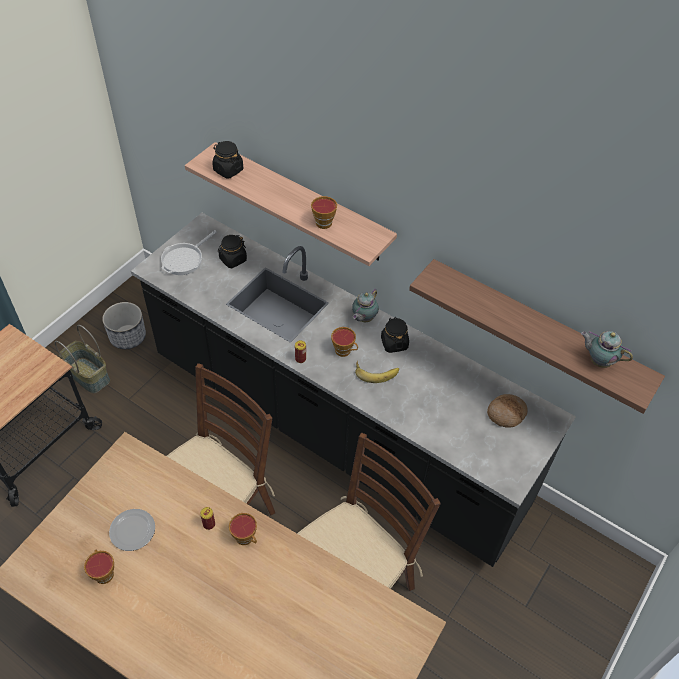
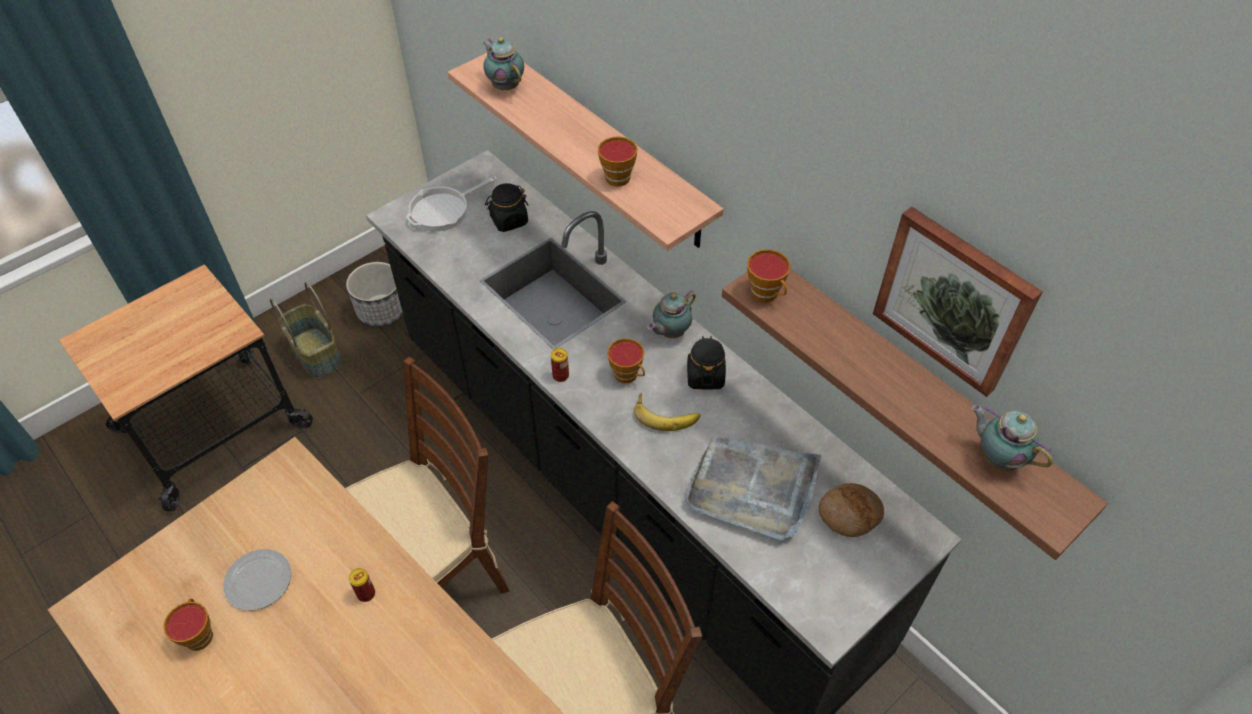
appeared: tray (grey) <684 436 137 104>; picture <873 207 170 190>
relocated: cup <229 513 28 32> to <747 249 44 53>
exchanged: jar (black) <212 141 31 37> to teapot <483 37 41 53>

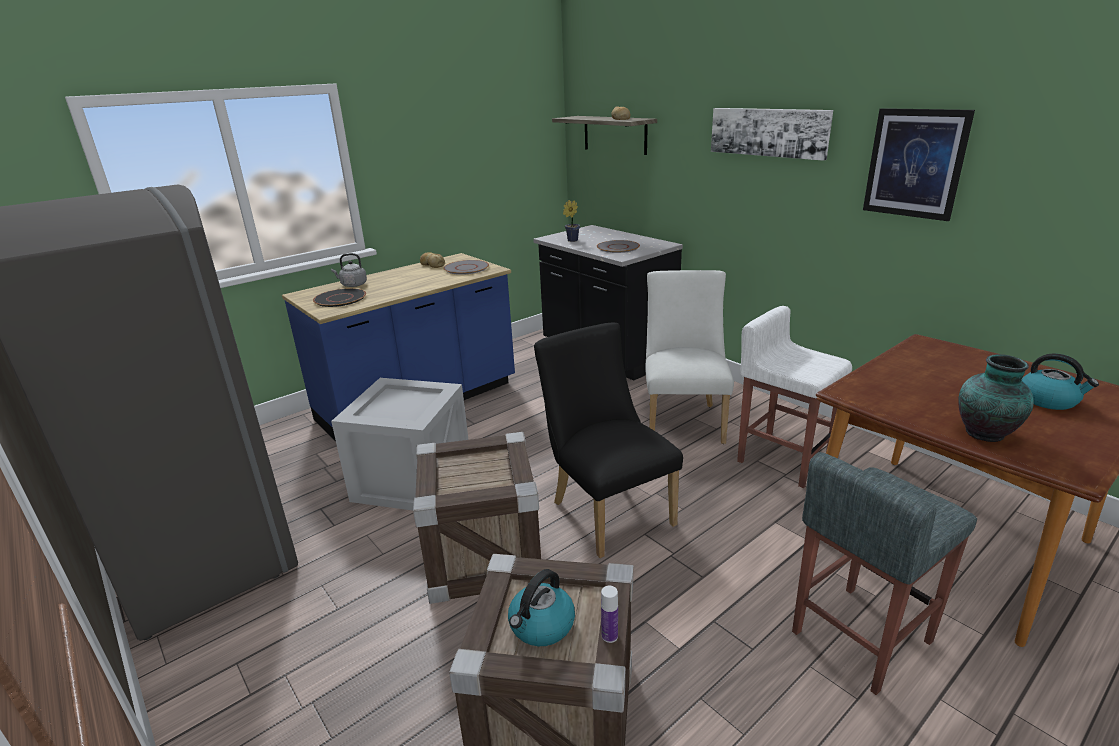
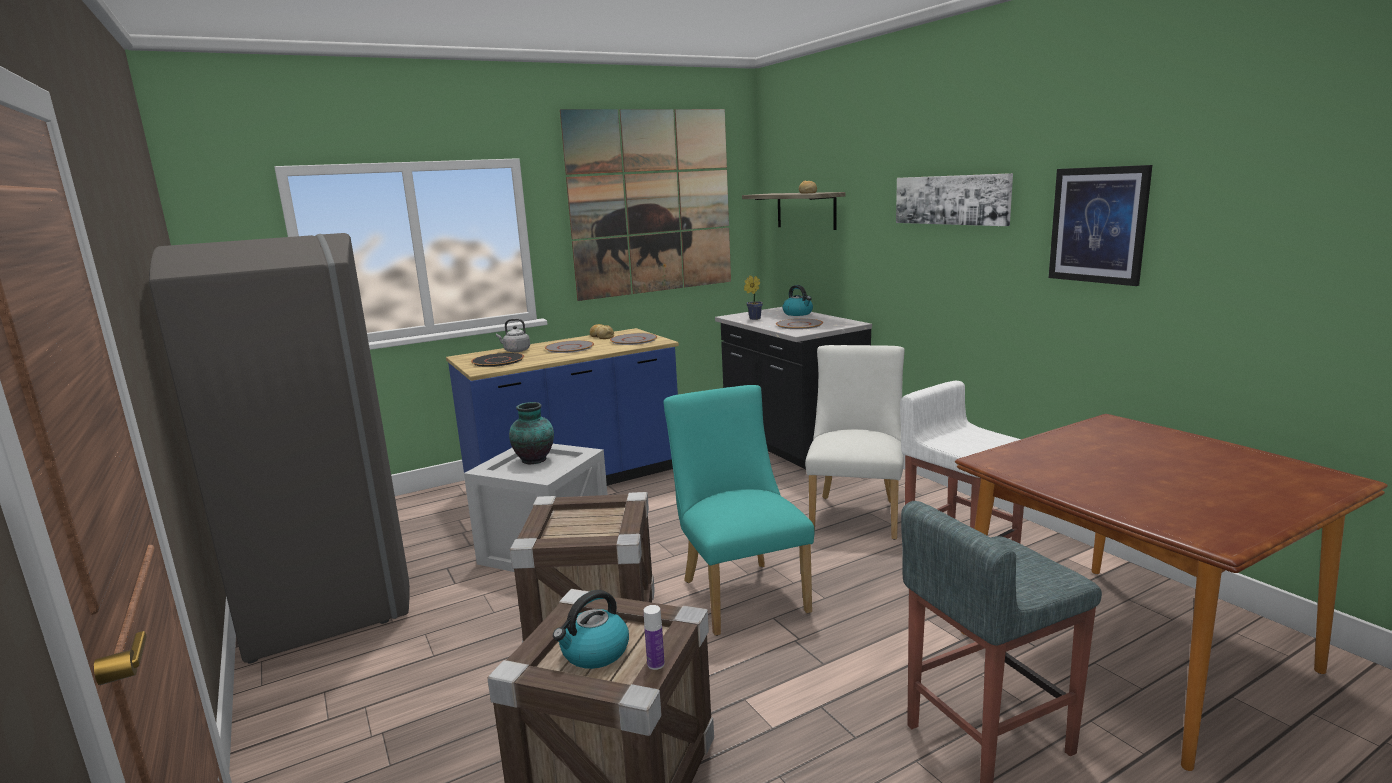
appeared: plate (grey) <545 340 49 13>; picture <560 109 171 192>
relocated: vase <958 354 76 88> to <509 402 45 62>; kettle <1022 353 77 57> to <783 285 30 31>
colour: chair (black) <534 323 149 235> to chair (turquoise) <663 385 152 251>

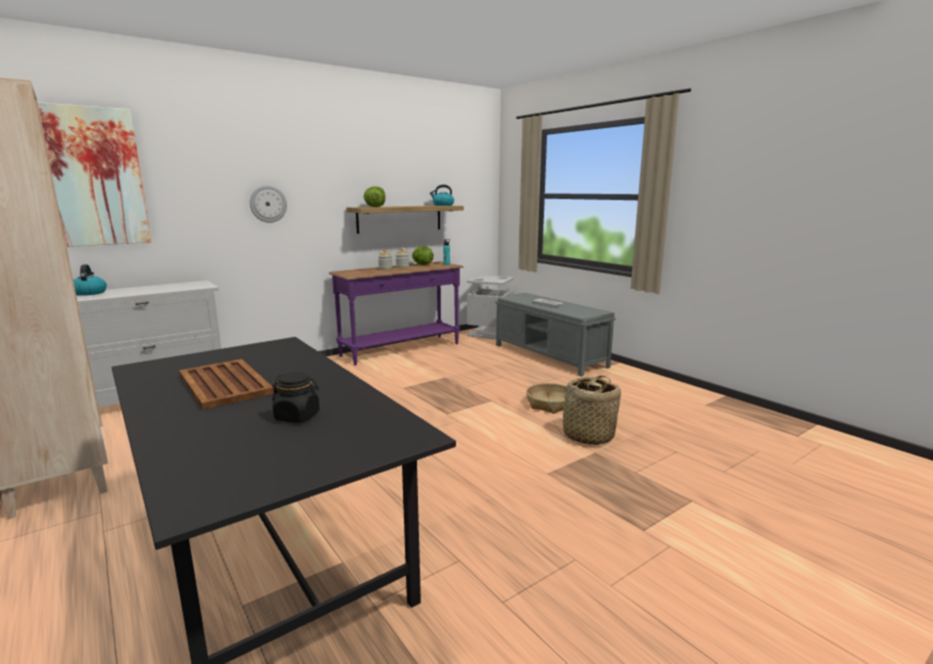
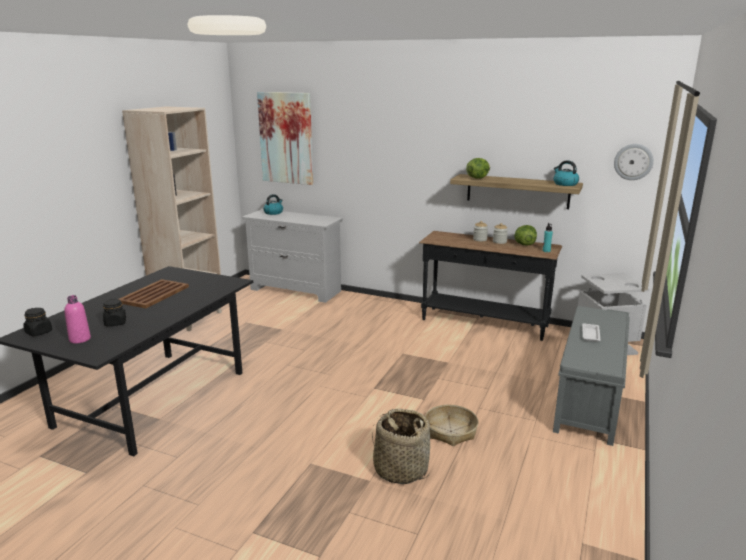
appeared: jar (black) <23 308 29 28>; bottle (pink) <64 295 27 49>
relocated: wall clock <250 185 37 38> to <614 144 40 36>
colour: console table (purple) <329 261 135 104> to console table (black) <419 231 143 110>

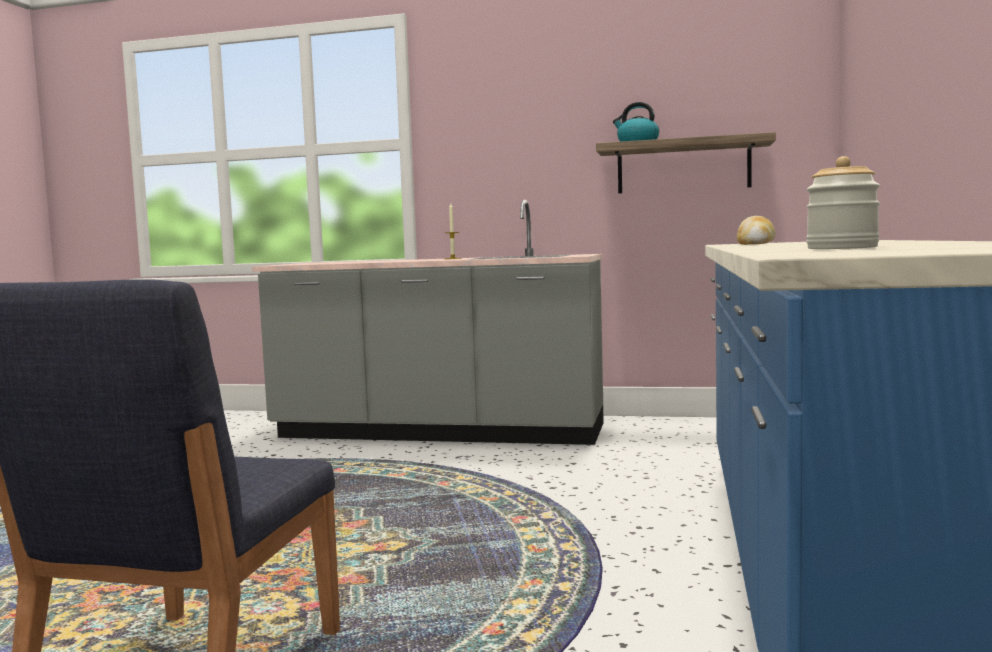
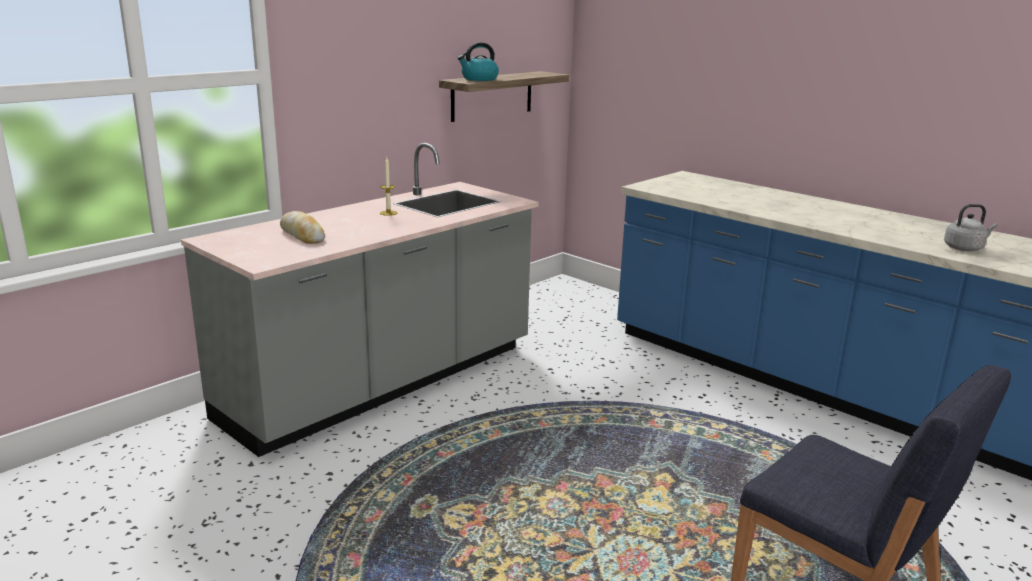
relocated: bread <737 216 39 29> to <280 211 45 33>
exchanged: jar <806 156 74 93> to kettle (grey) <944 204 53 47>

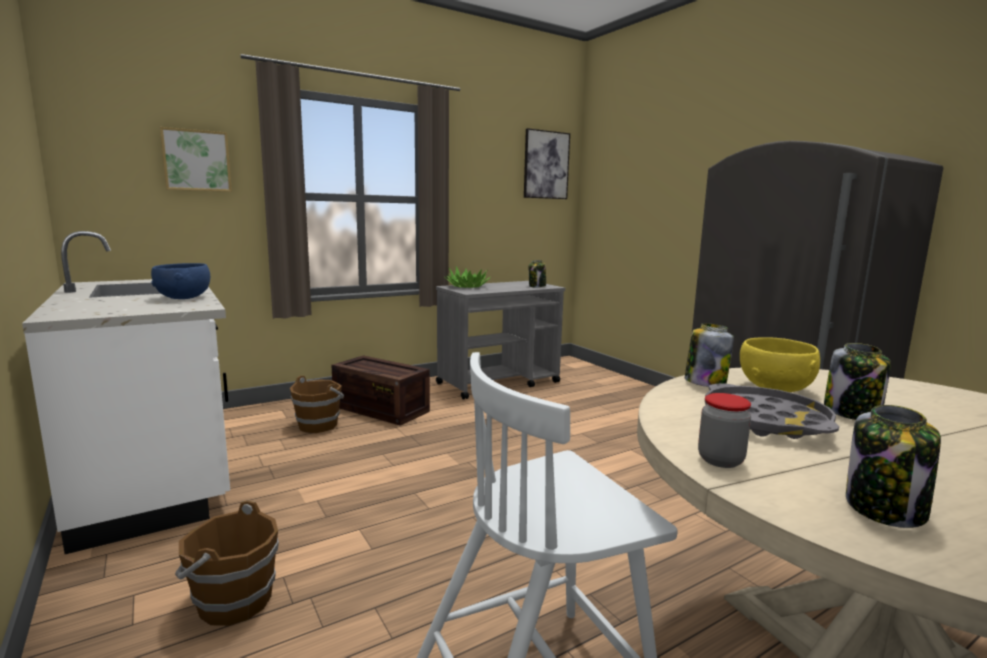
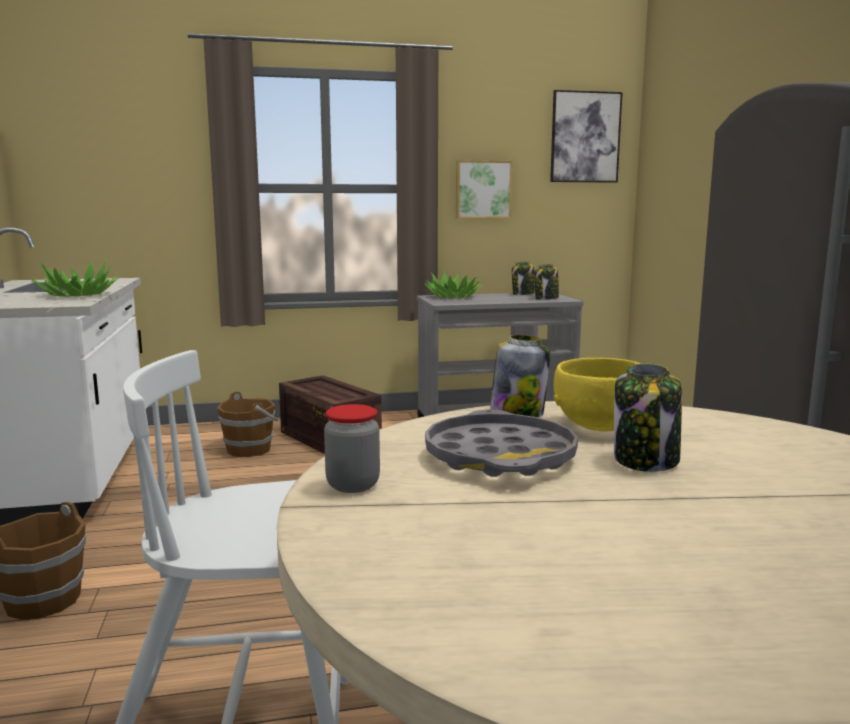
relocated: picture <160 127 72 65> to <456 160 57 59>; jar <846 405 95 123> to <512 261 23 34>
exchanged: bowl (blue) <151 263 59 36> to potted plant <31 260 89 37>

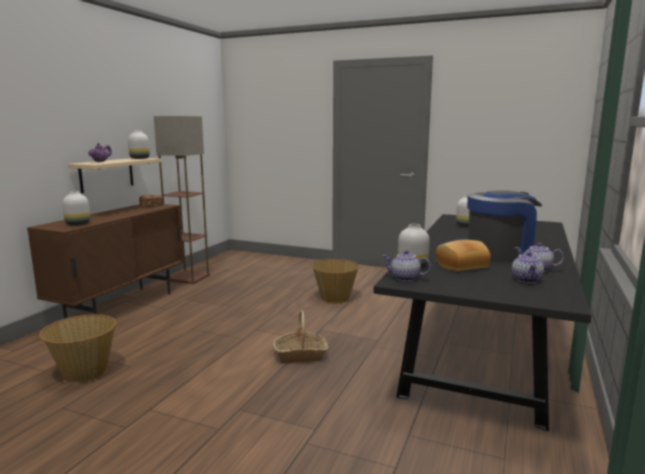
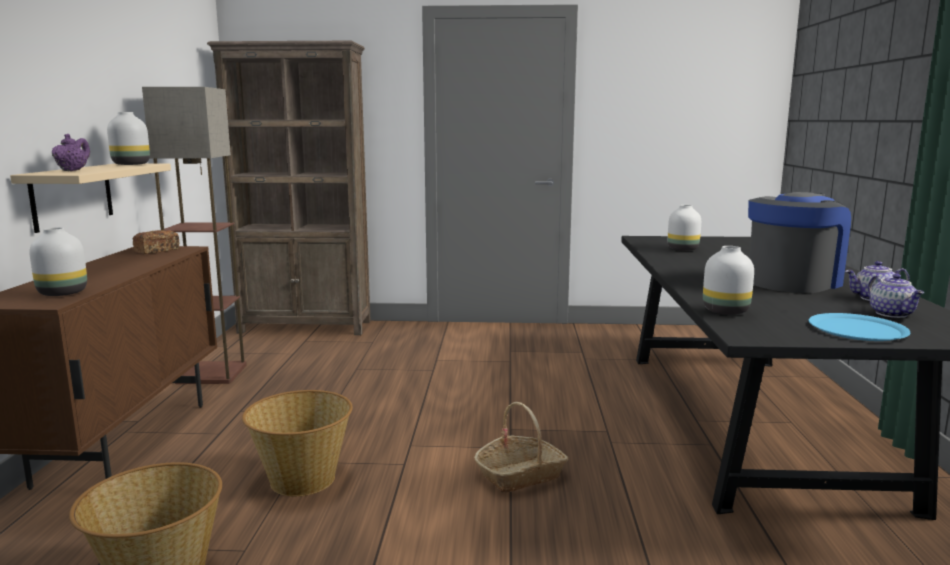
missing: teapot <382 250 49 31>; bread <436 240 55 31>
appeared: bookcase (brown) <207 41 164 294>; plate (blue) <808 313 102 28>
relocated: basket <311 259 49 44> to <242 390 111 106>

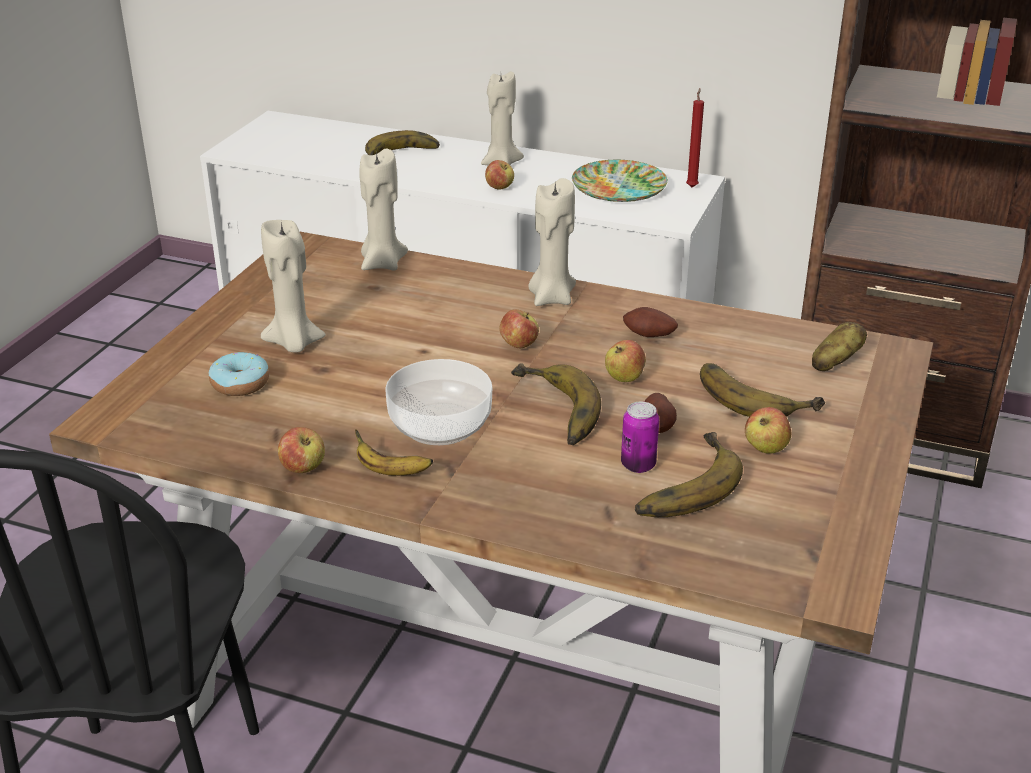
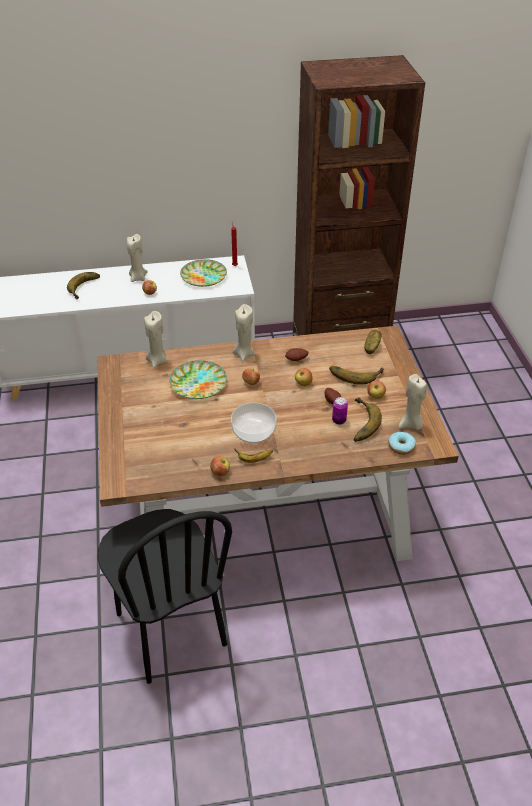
missing: banana <511 363 90 82>
appeared: plate <169 360 58 39>
relocated: donut <208 352 61 44> to <388 432 28 23>; candle (beige) <261 220 65 132> to <399 374 28 56>

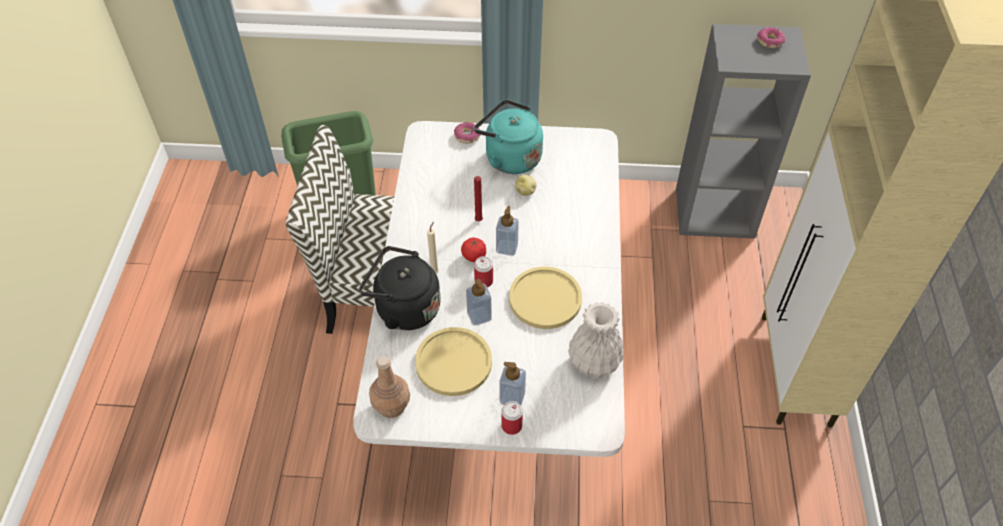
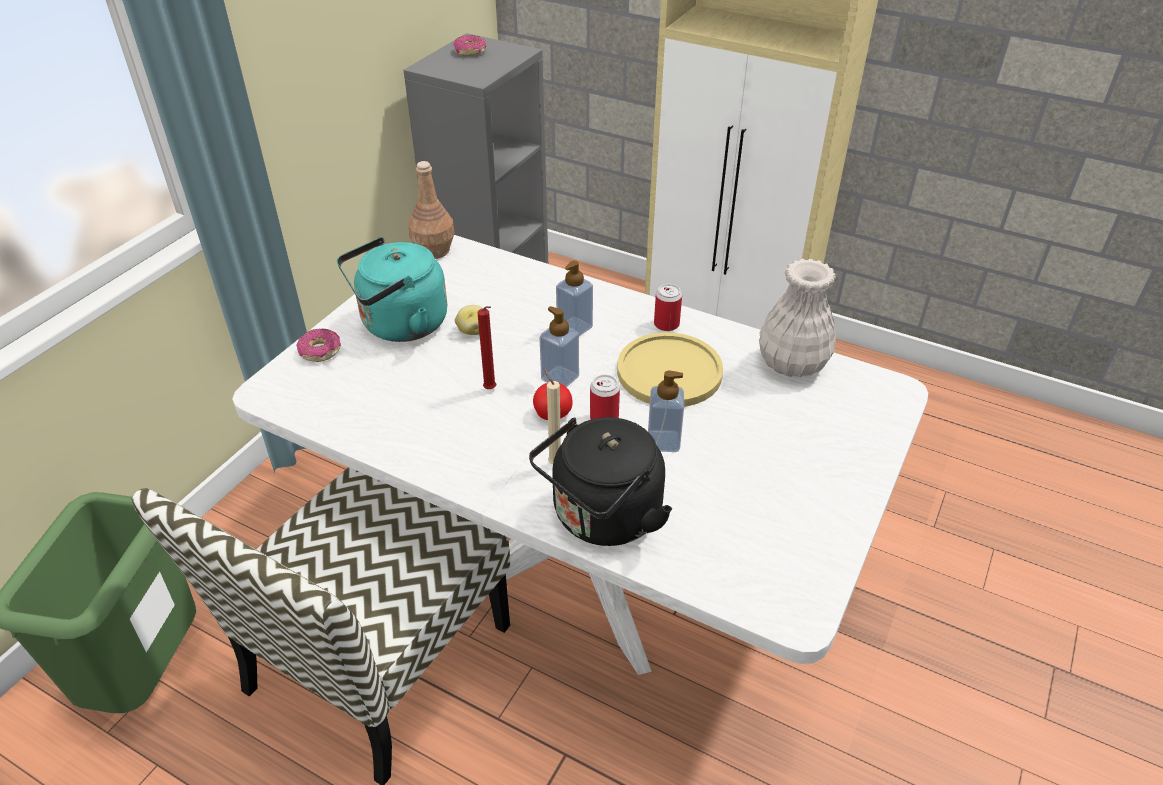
missing: plate (yellow) <415 327 77 69>
relocated: bottle (brown) <369 356 41 62> to <408 161 46 98>; soap dispenser <500 362 26 43> to <556 260 37 76>; can <501 401 22 34> to <654 284 28 47>

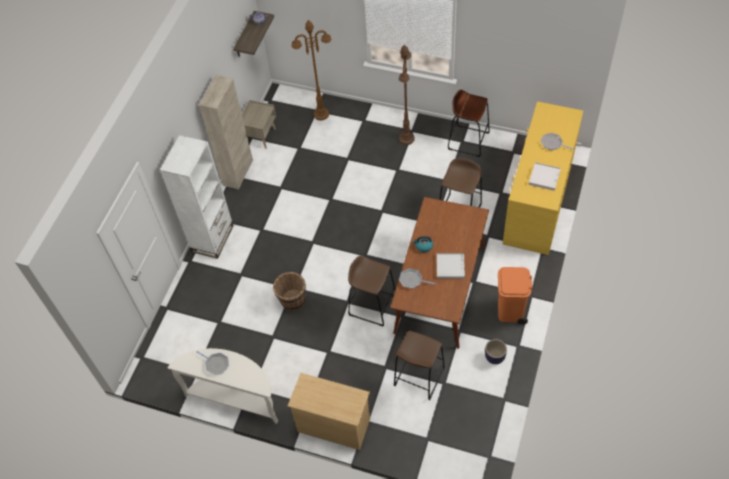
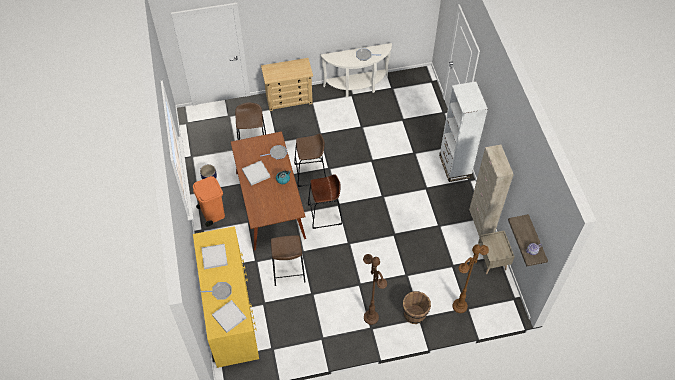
appeared: tray (white) <212 300 34 33>
relocated: bucket (brown) <273 272 33 39> to <403 291 28 33>; stool (brown) <448 90 42 67> to <308 174 34 55>

